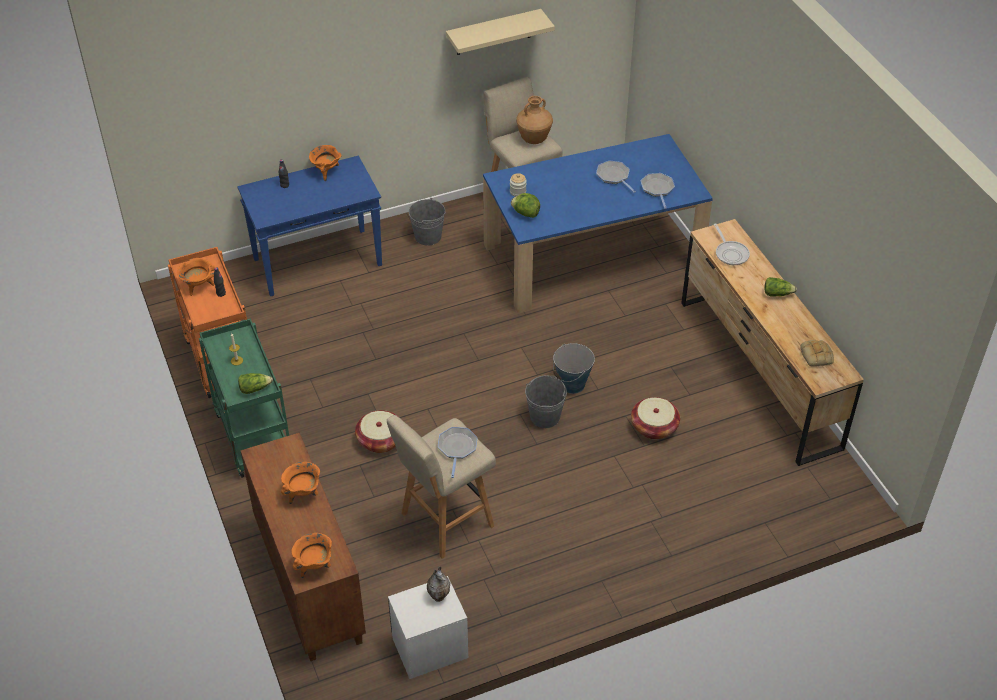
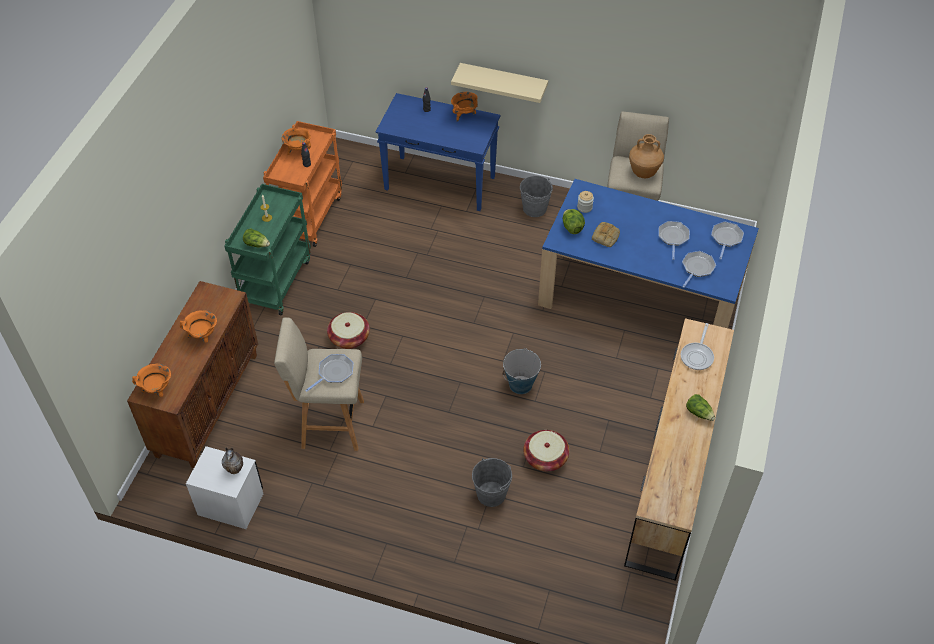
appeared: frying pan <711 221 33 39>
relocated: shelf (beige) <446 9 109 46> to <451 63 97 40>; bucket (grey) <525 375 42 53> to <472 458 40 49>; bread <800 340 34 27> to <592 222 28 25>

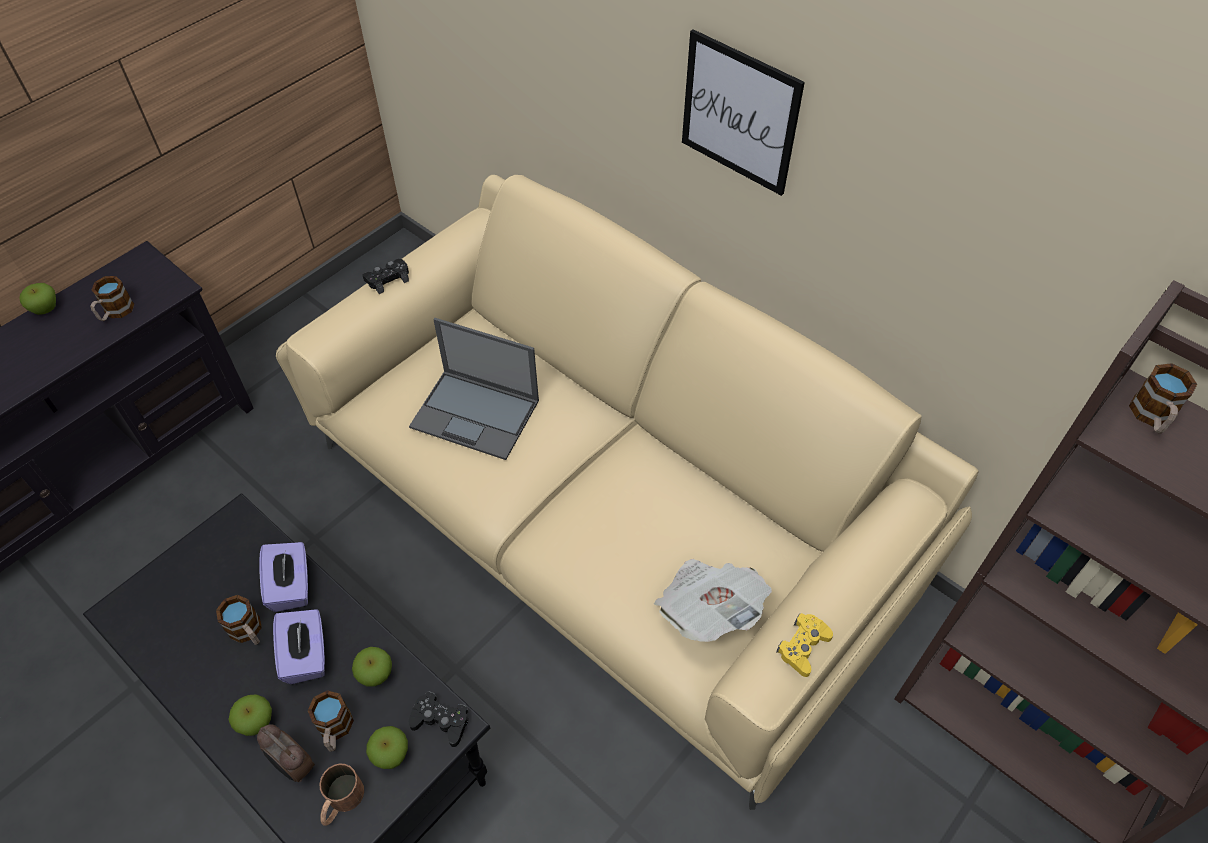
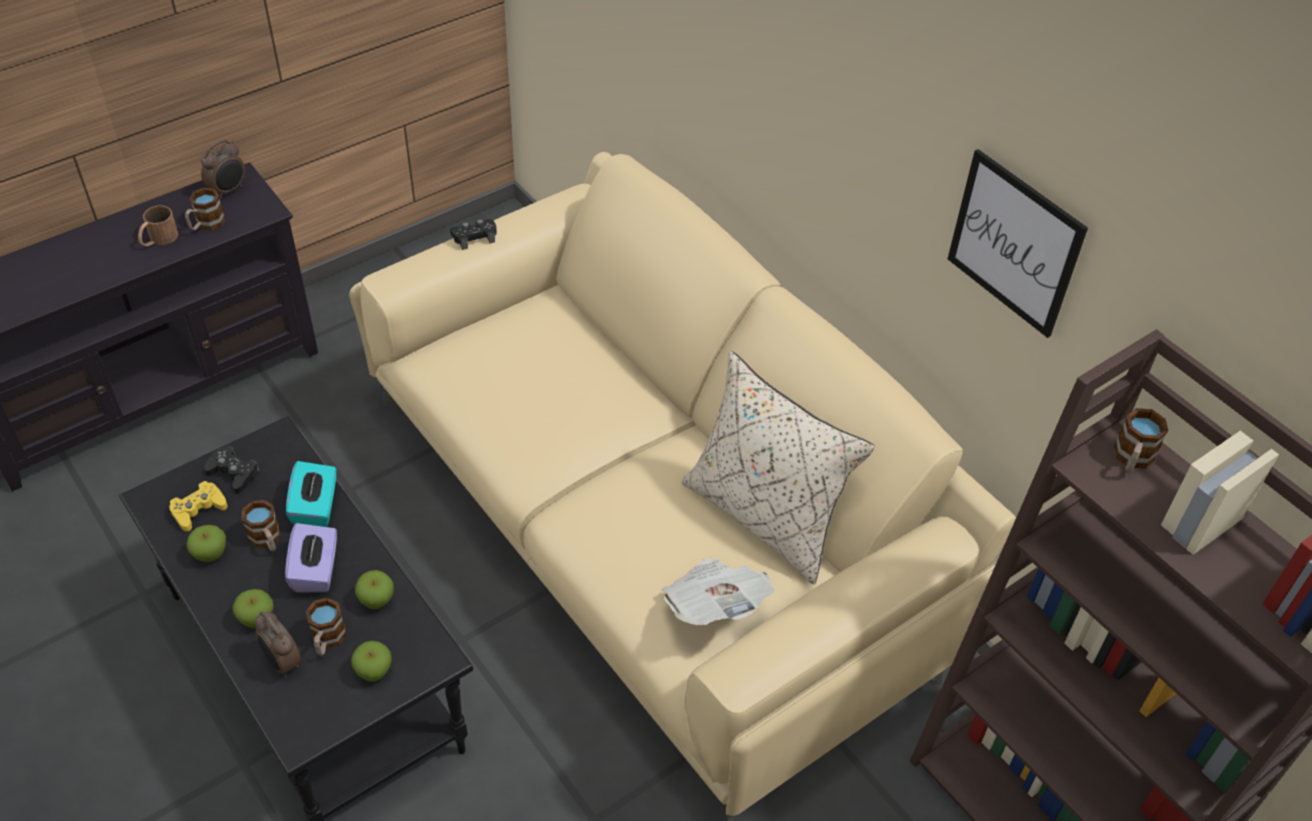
missing: laptop <409 318 130 142>
appeared: alarm clock <201 140 44 59>; pillow (beige) <682 351 193 233>
relocated: apple <19 283 37 32> to <187 525 39 37>; mug (brown) <319 763 45 63> to <138 206 40 41>; game controller (black) <408 691 61 56> to <204 446 55 48>; picture <682 29 123 167> to <948 149 140 189>; game controller (yellow) <776 613 57 64> to <169 481 59 51>
colour: tissue box (purple) <259 542 49 70> to tissue box (turquoise) <286 461 50 66>

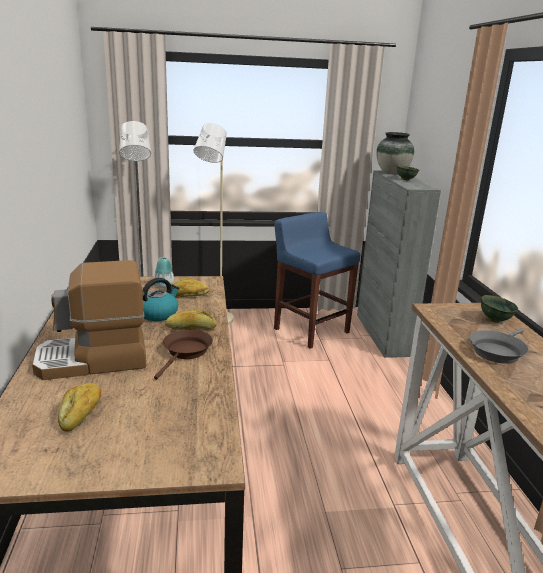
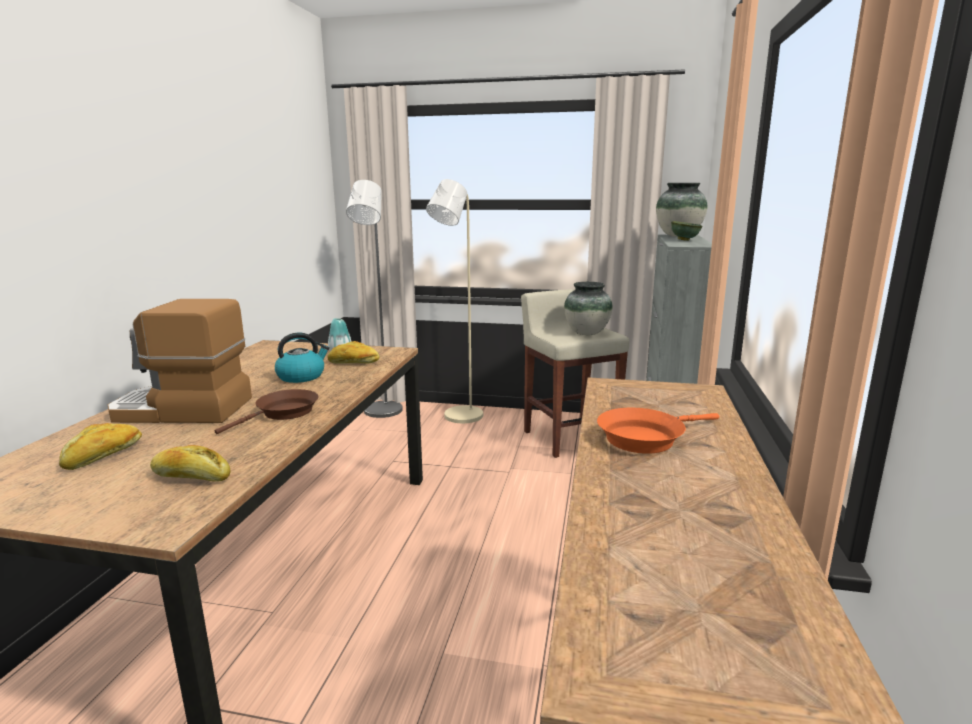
missing: bowl (green) <481 295 37 28>
appeared: vase <564 282 49 53>
relocated: bread <165 310 51 20> to <150 445 80 37>
colour: stool (blue) <274 212 86 137> to stool (beige) <521 289 108 169>; frying pan (grey) <469 328 60 36> to frying pan (orange) <597 408 122 46>

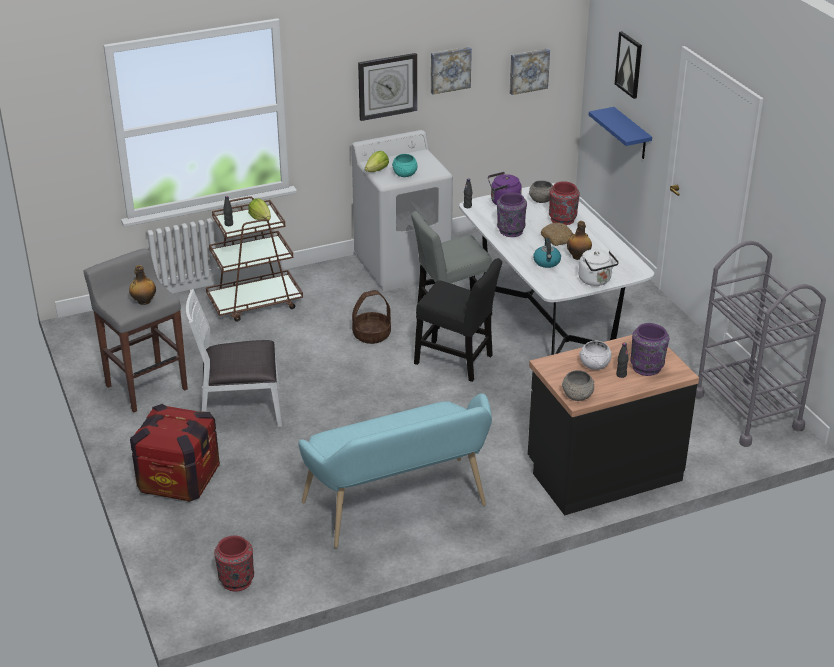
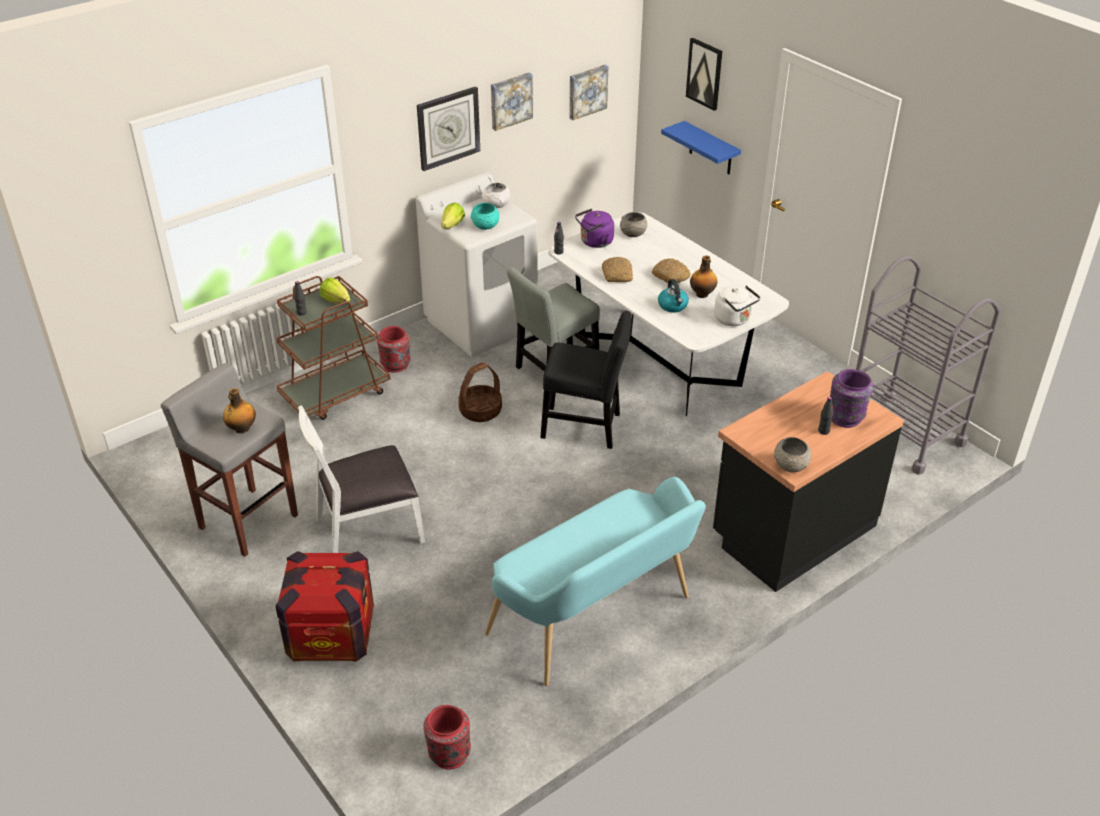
relocated: vase (red) <549 181 31 44> to <377 326 33 47>; bowl (white) <579 341 32 29> to <482 182 28 26>
exchanged: vase (purple) <497 193 30 44> to bread <602 257 31 25>

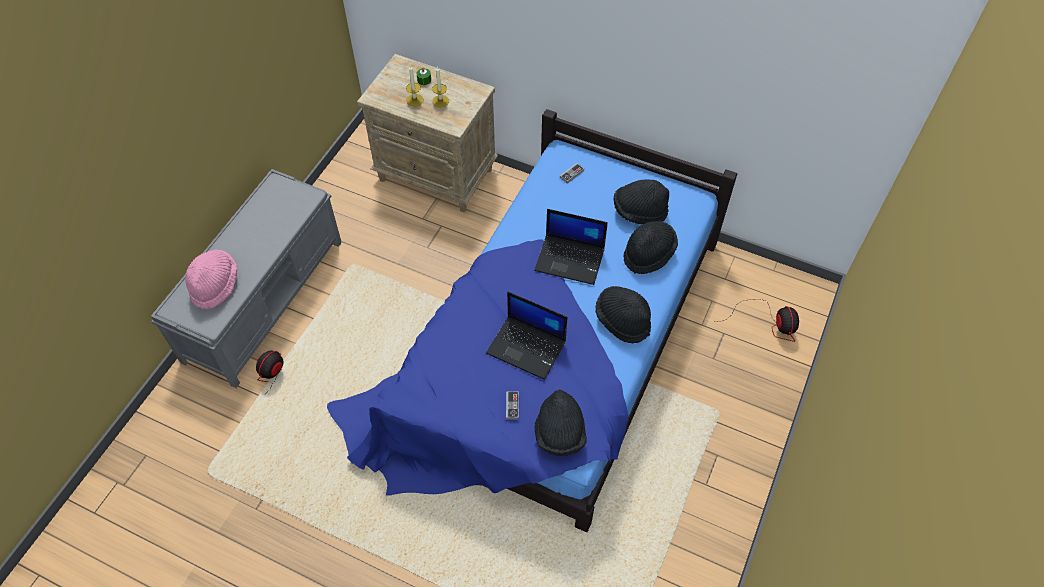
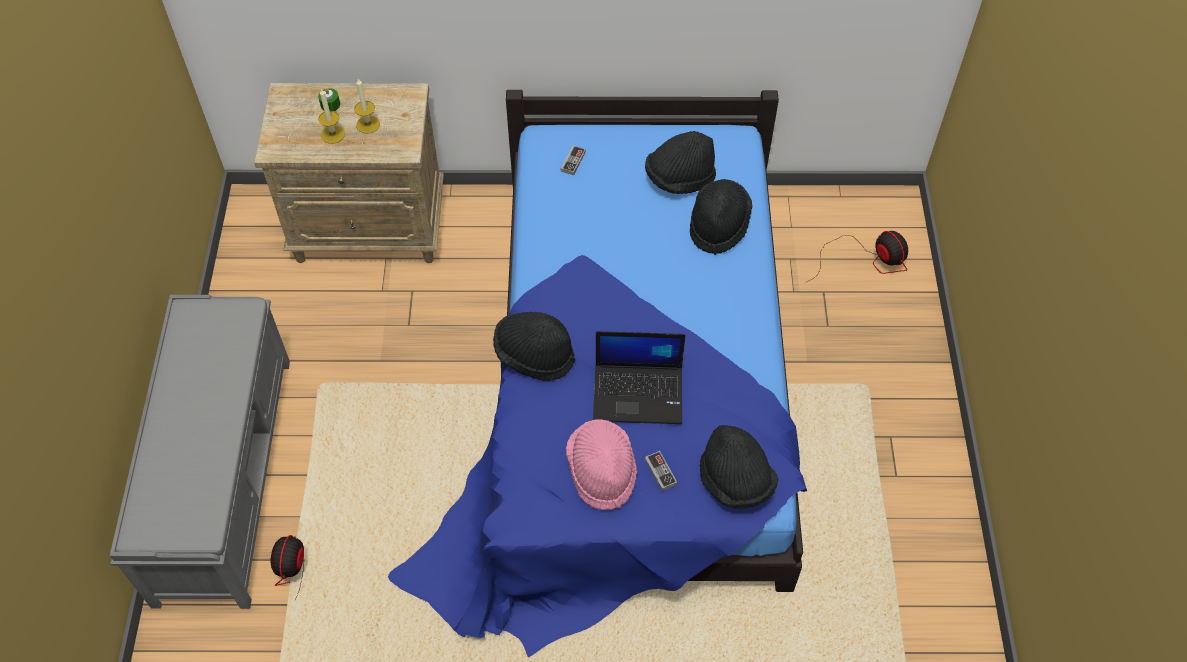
missing: laptop <534 209 74 76>
relocated: hat (pink) <186 250 51 60> to <566 419 71 91>; hat (black) <595 286 56 58> to <493 312 83 69>

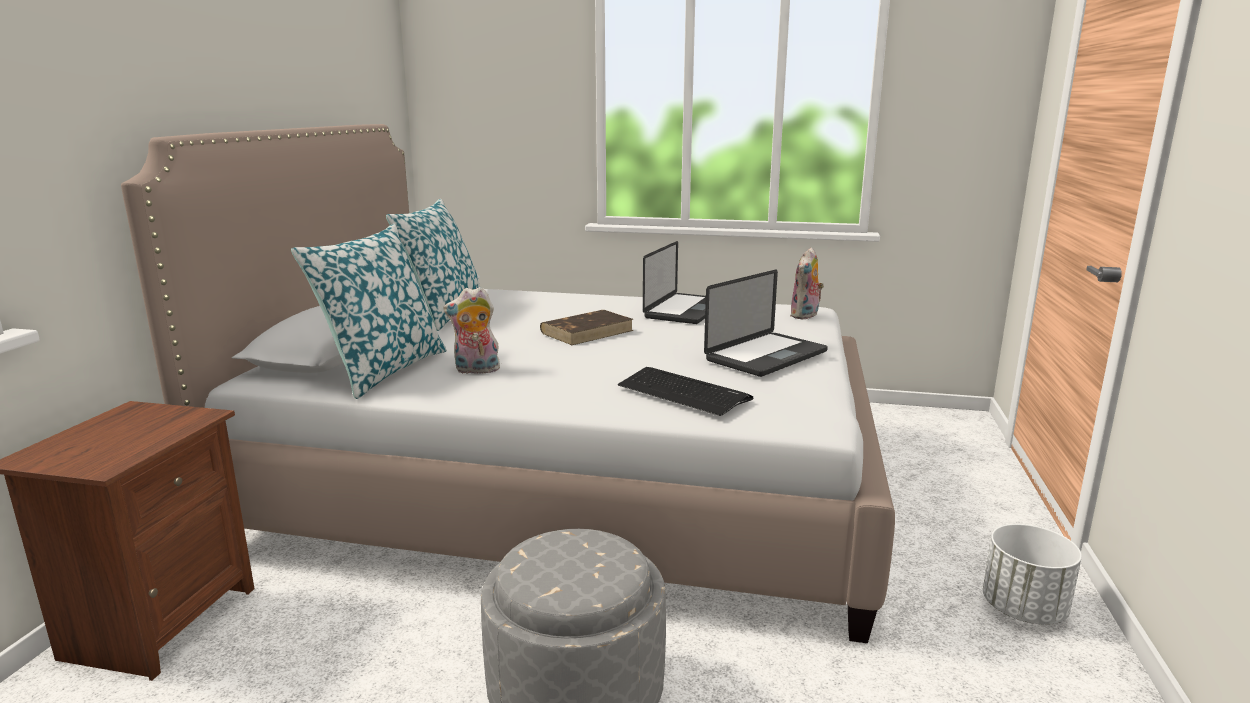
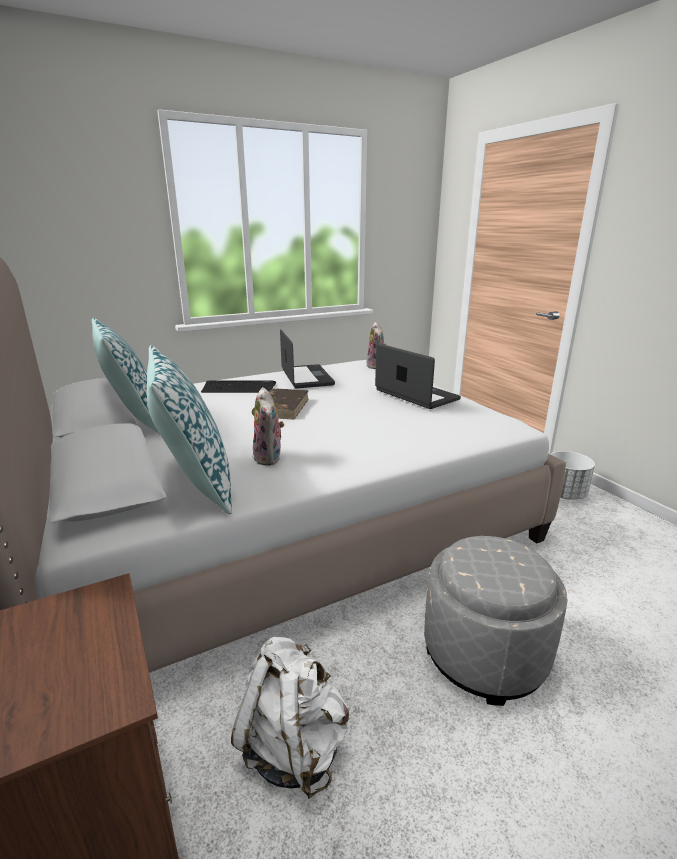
appeared: backpack (white) <231 637 118 162>
relocated: keyboard <618 367 136 49> to <201 380 75 13>
spun: plush toy <443 287 57 87> = <253 387 31 79> 60 degrees counterclockwise; laptop <704 270 124 107> = <375 343 86 66> 45 degrees counterclockwise

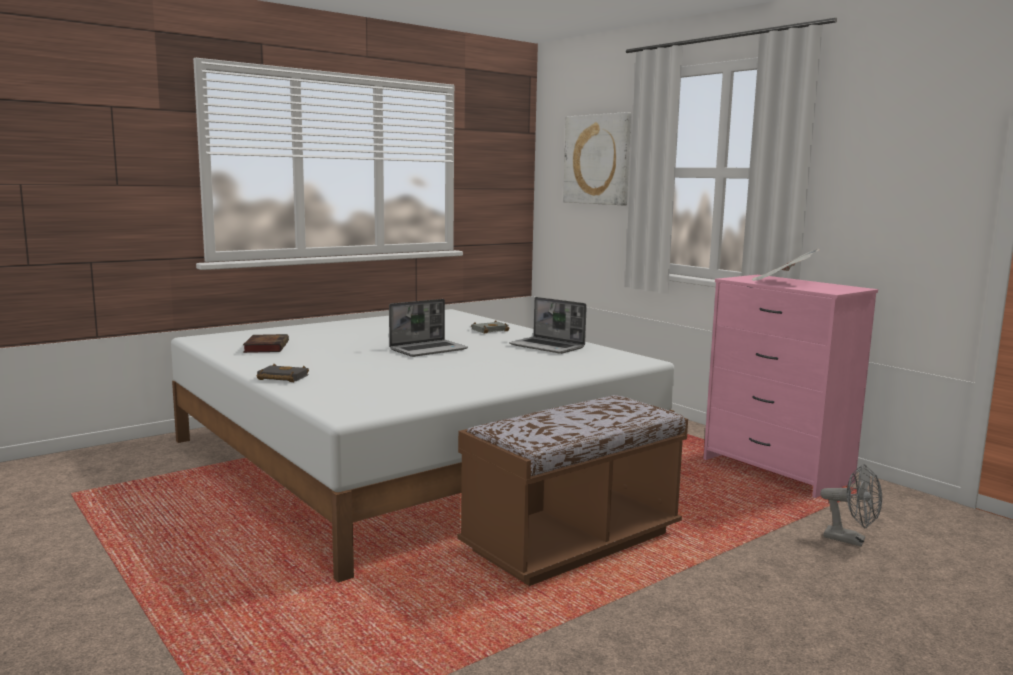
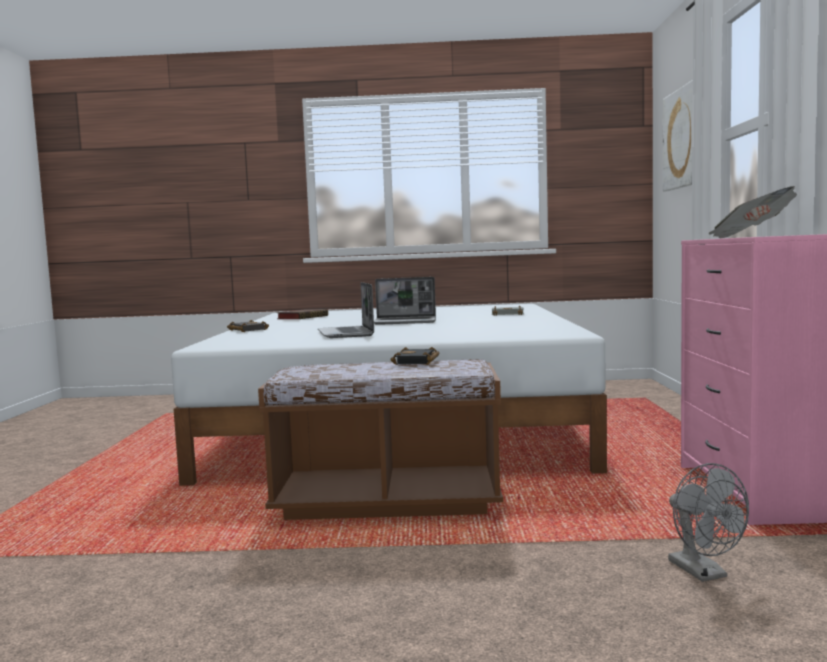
appeared: book (black) <390 347 49 18>
relocated: laptop <509 297 78 57> to <318 282 56 56>

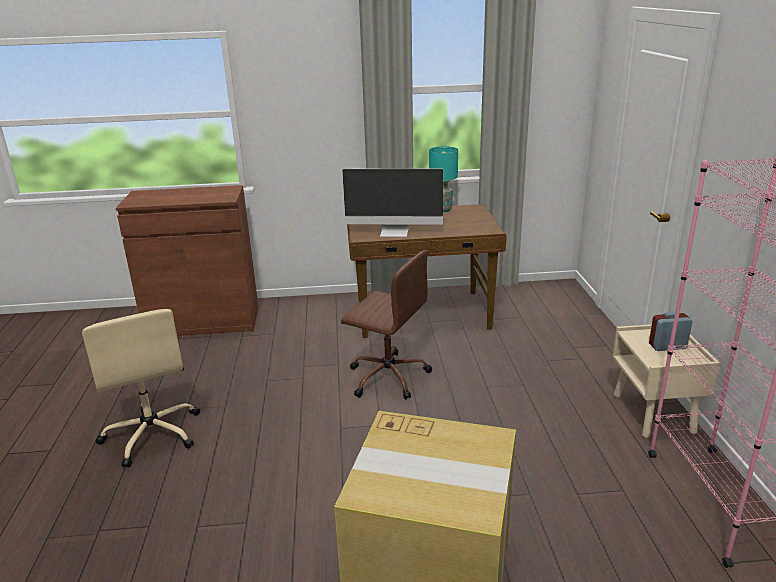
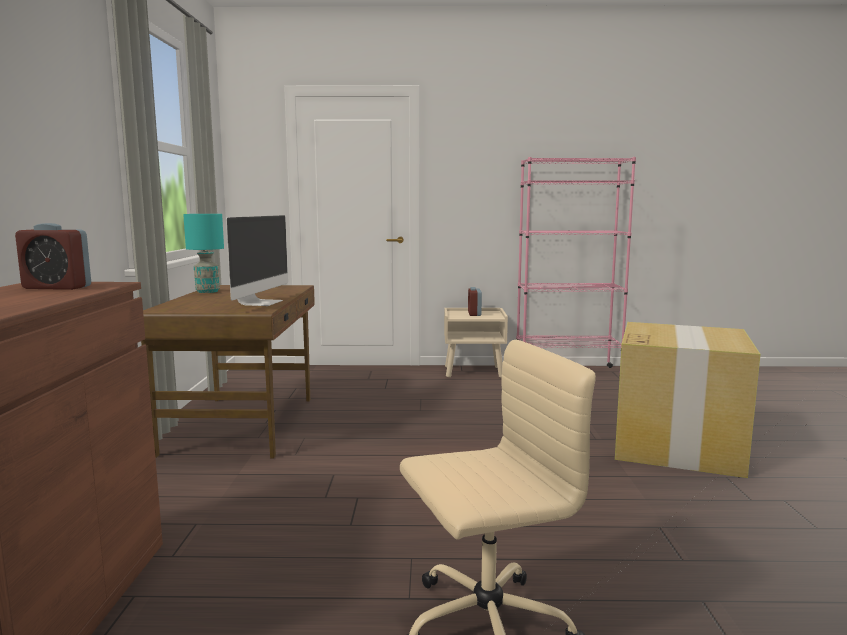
missing: office chair (brown) <341 250 91 150>
appeared: alarm clock <15 223 76 67>

